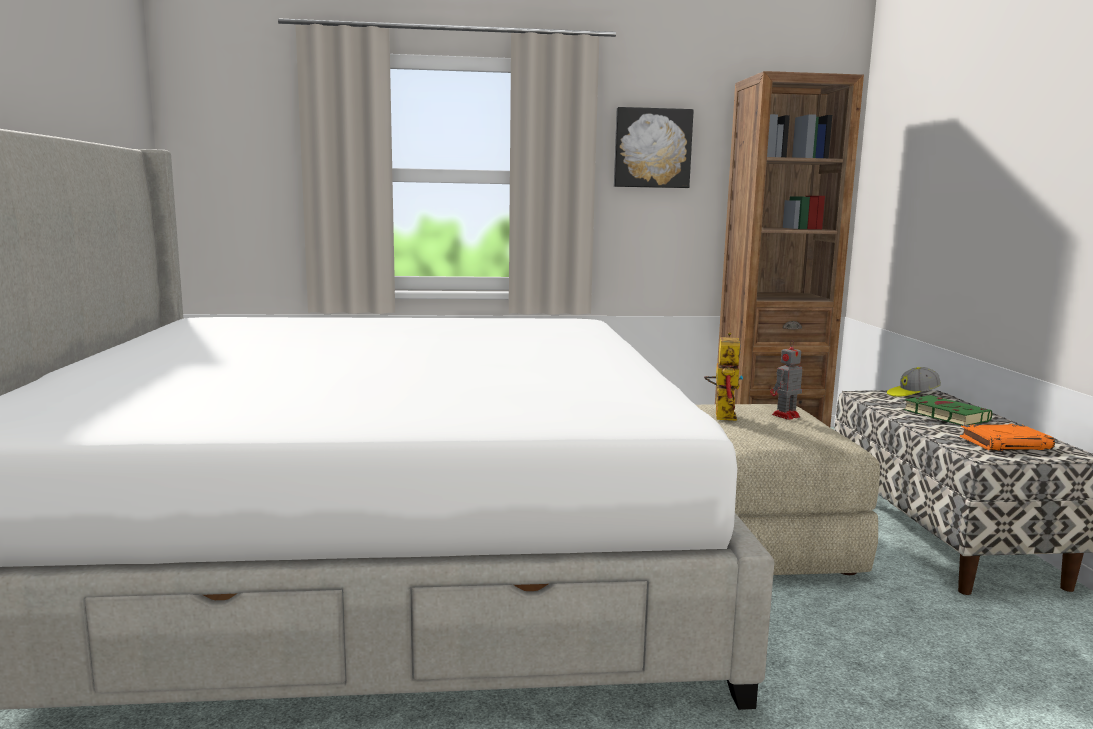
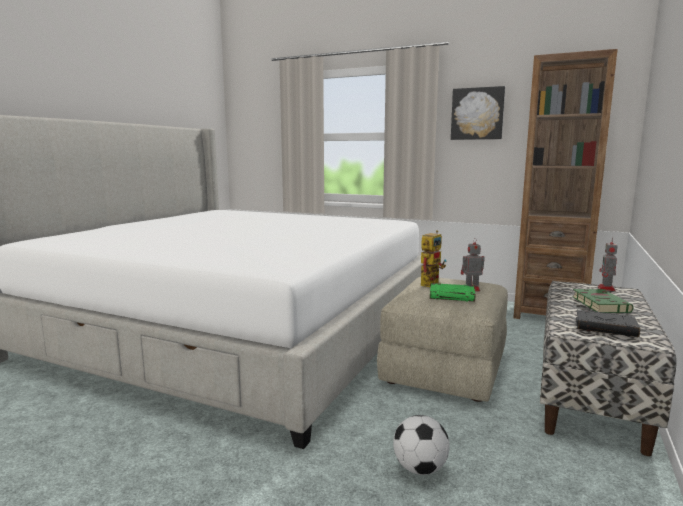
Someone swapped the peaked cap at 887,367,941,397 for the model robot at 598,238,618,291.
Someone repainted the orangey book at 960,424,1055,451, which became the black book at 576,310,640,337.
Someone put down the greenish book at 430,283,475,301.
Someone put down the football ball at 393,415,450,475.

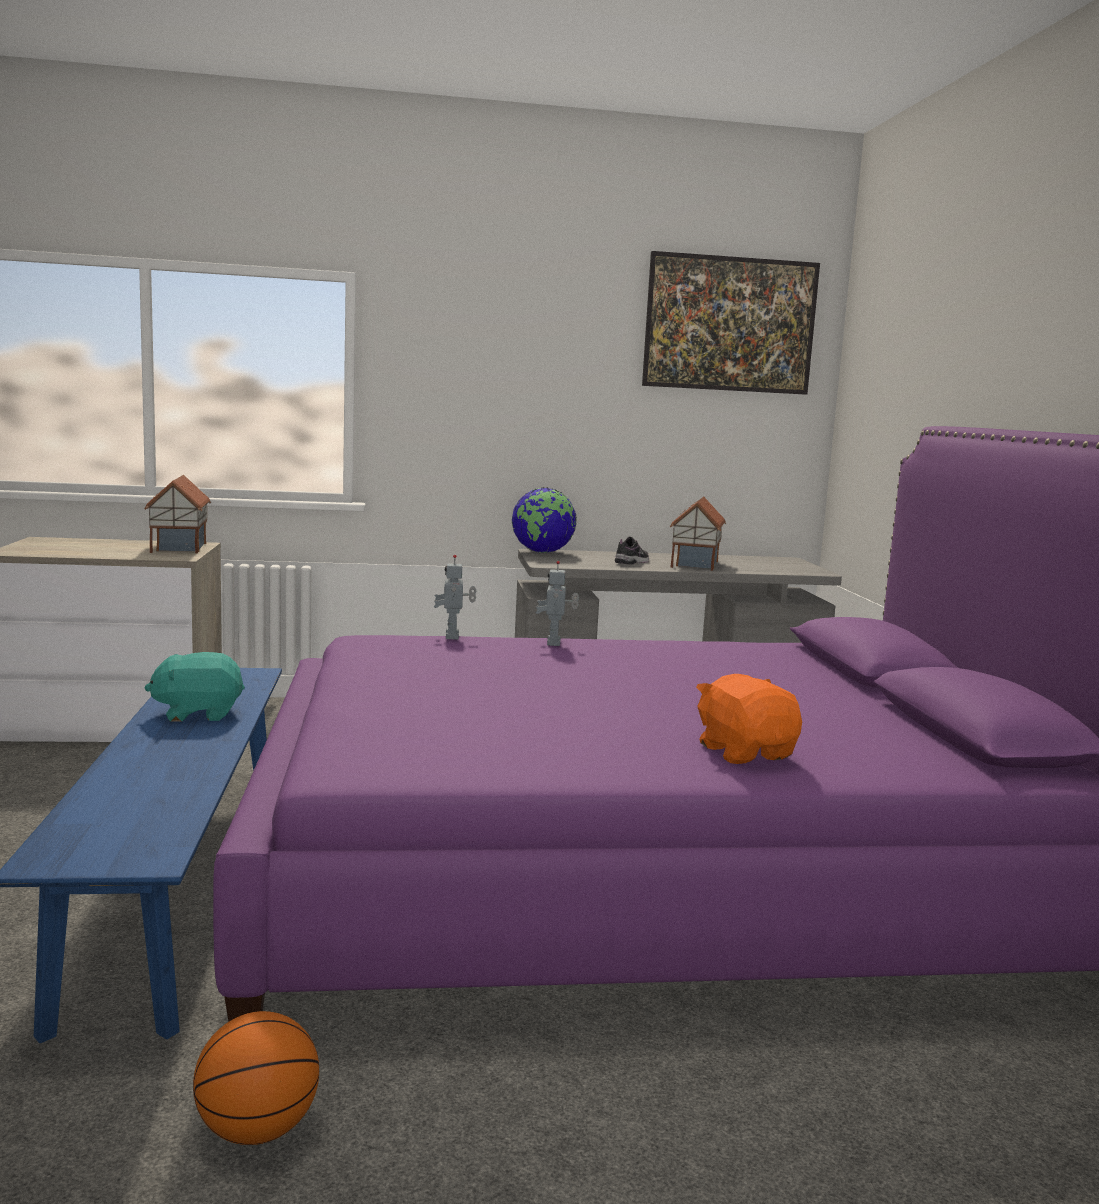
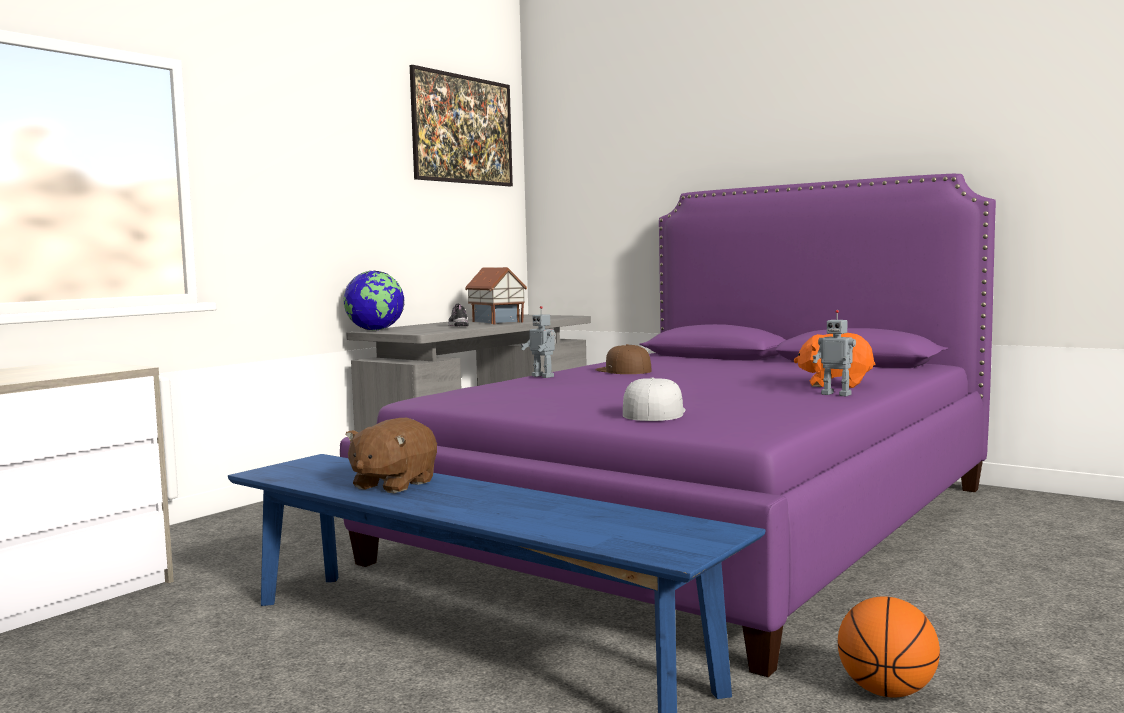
Someone took away the model house at 144,475,211,554.
Someone carried the model robot from 434,555,476,639 to 813,310,856,396.
Someone repainted the turquoise cuddly toy at 145,652,245,722, which became the brown-coloured cuddly toy at 345,418,437,493.
Someone put down the brown-coloured peaked cap at 595,344,651,374.
Someone put down the white-coloured peaked cap at 623,378,686,421.

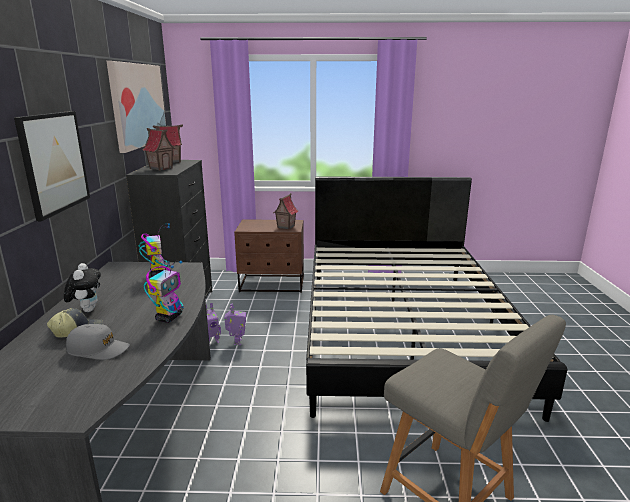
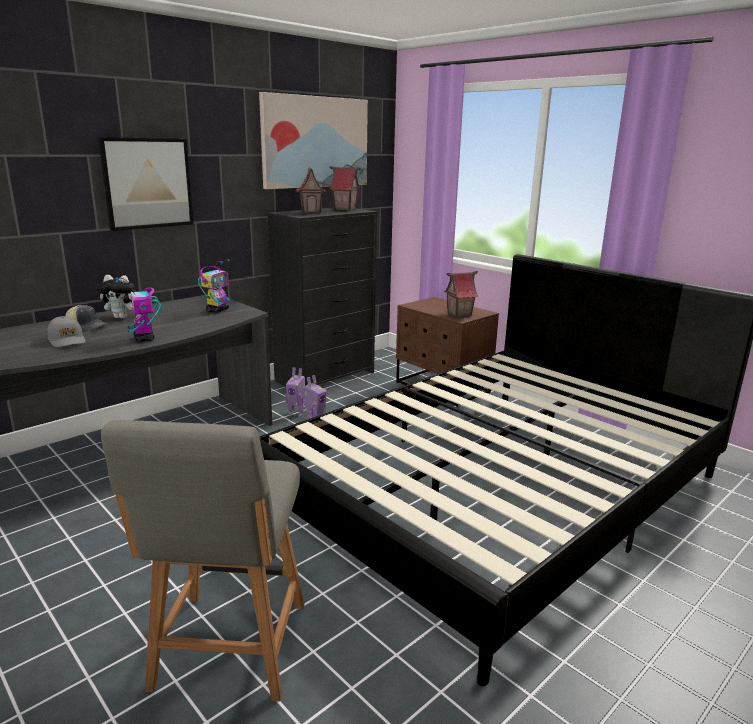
Someone rotated the model robot at 144,261,184,323 by 90 degrees clockwise.
Someone rotated the cuddly toy at 64,263,101,312 by 60 degrees clockwise.

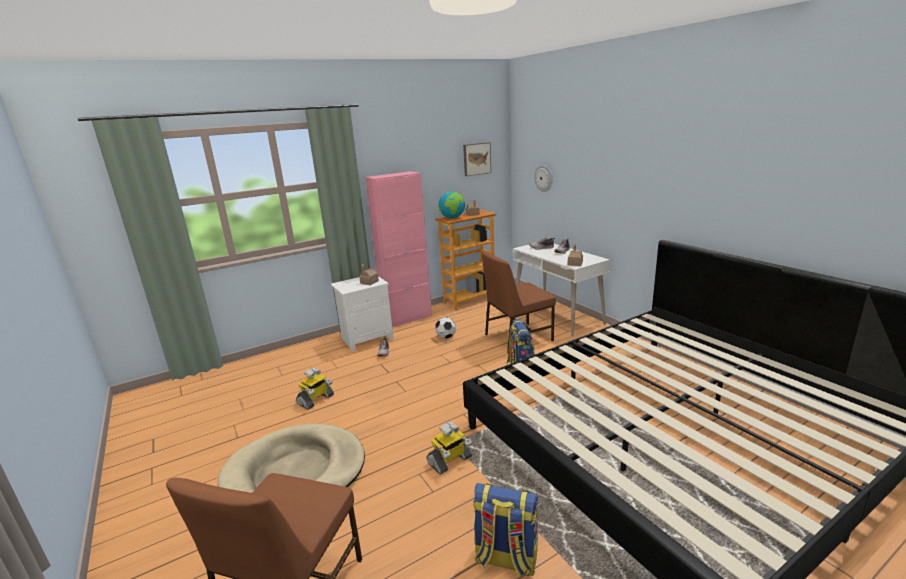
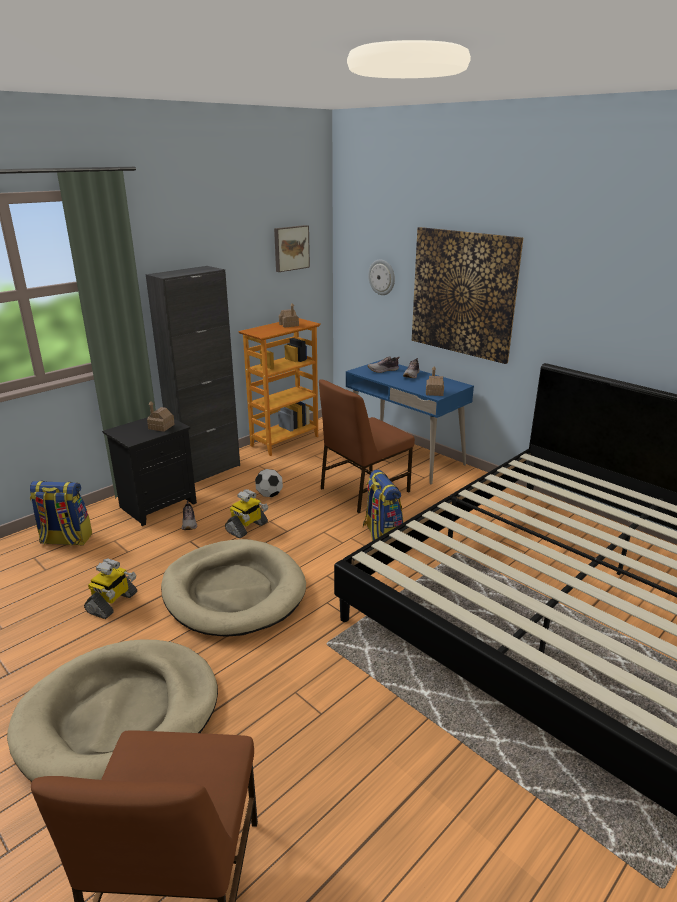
Someone repainted the pinkish cupboard at 366,171,432,327, which became the black cupboard at 146,266,240,483.
Someone took away the world globe at 438,191,465,218.
Someone repainted the white-coloured desk at 513,244,610,337, which became the bluish desk at 346,360,474,484.
Someone repainted the white-coloured bedside table at 331,276,394,352, which became the black bedside table at 102,417,197,526.
Someone carried the model robot from 427,421,472,475 to 225,489,268,538.
Someone carried the backpack from 473,483,538,577 to 30,481,92,546.
Someone put up the wall art at 412,227,523,364.
Someone put down the beige-coloured dog bed at 161,539,306,637.

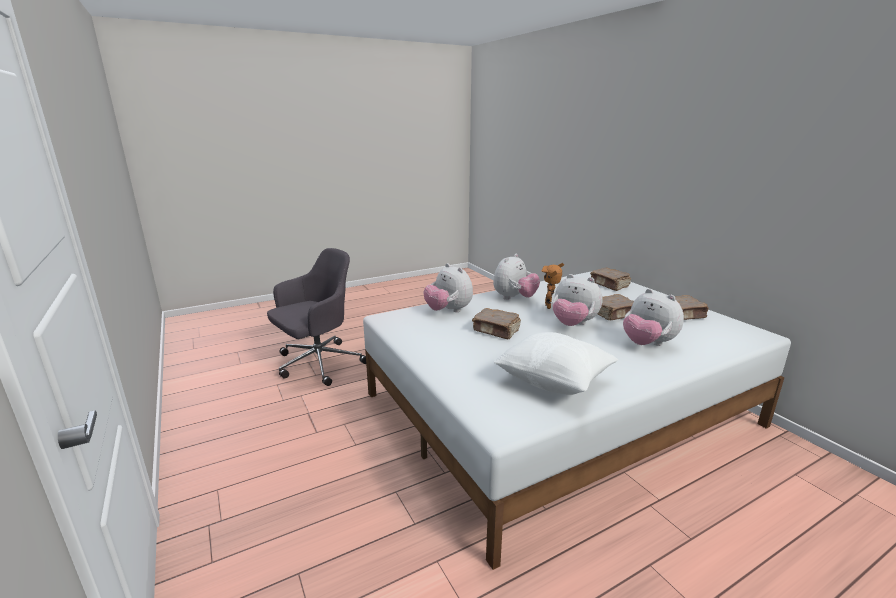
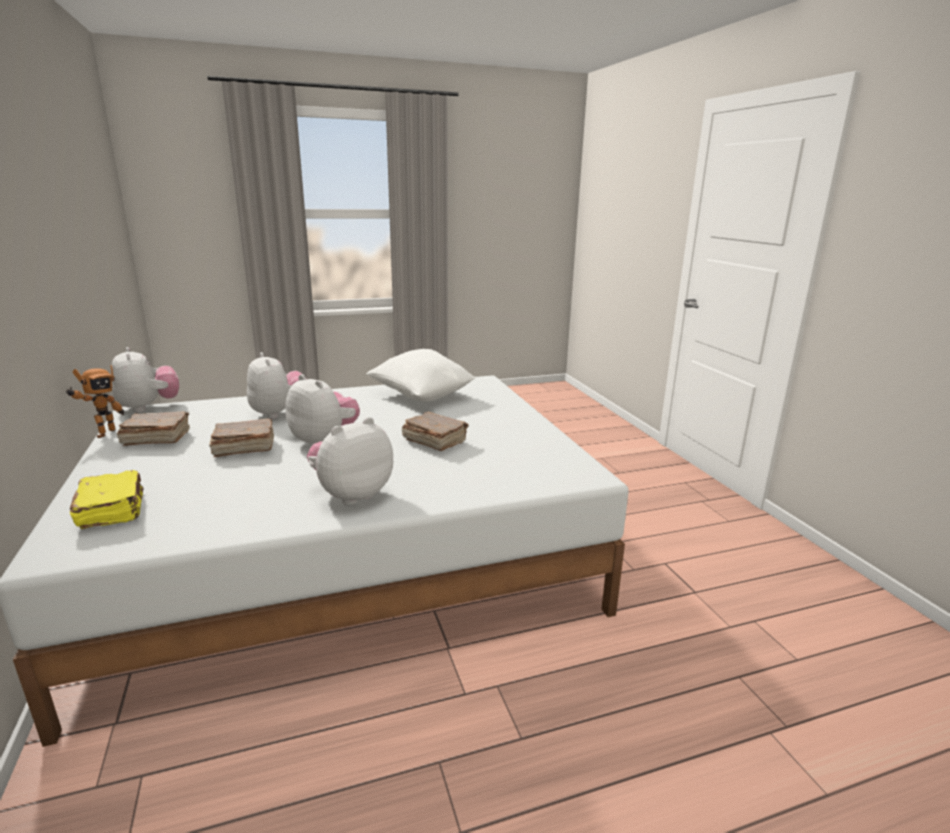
Someone took away the grey desk chair at 267,248,366,386.
Someone carried the cuddly toy from 424,263,473,312 to 111,347,179,413.
Someone carried the model robot from 541,263,564,309 to 66,365,124,438.
Someone repainted the brown-coloured book at 590,268,631,291, which became the yellow book at 70,470,144,529.

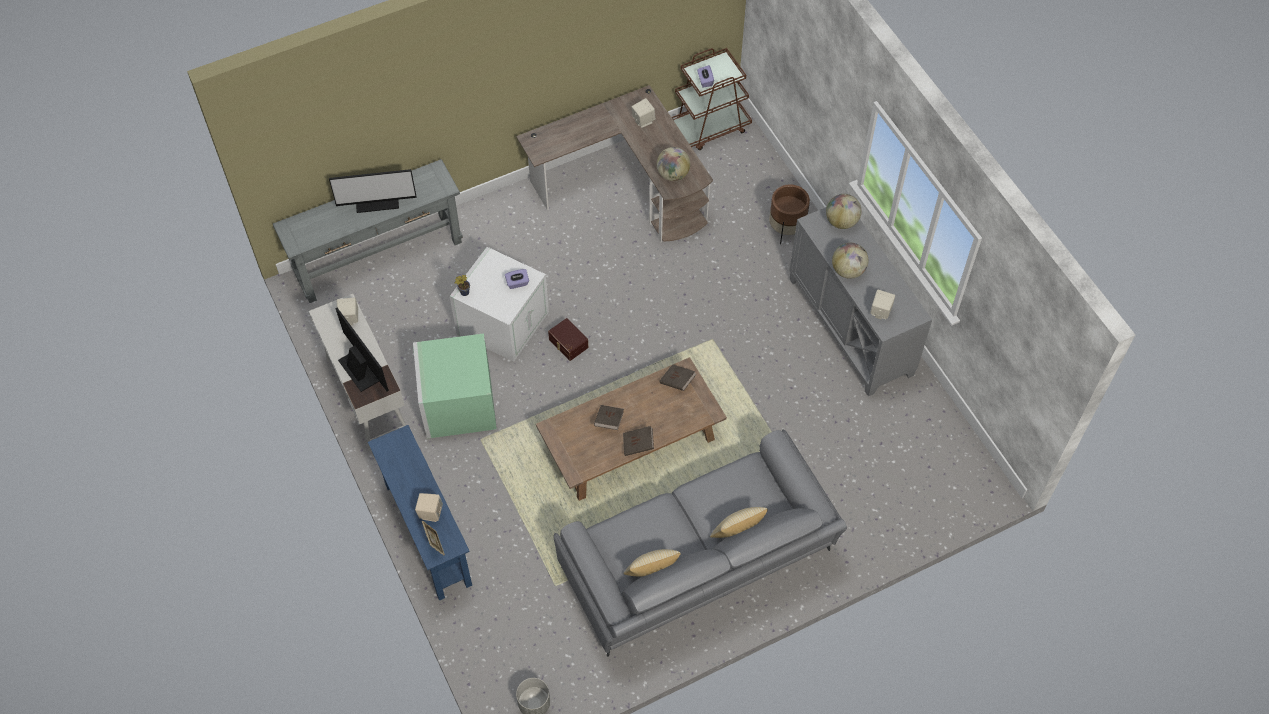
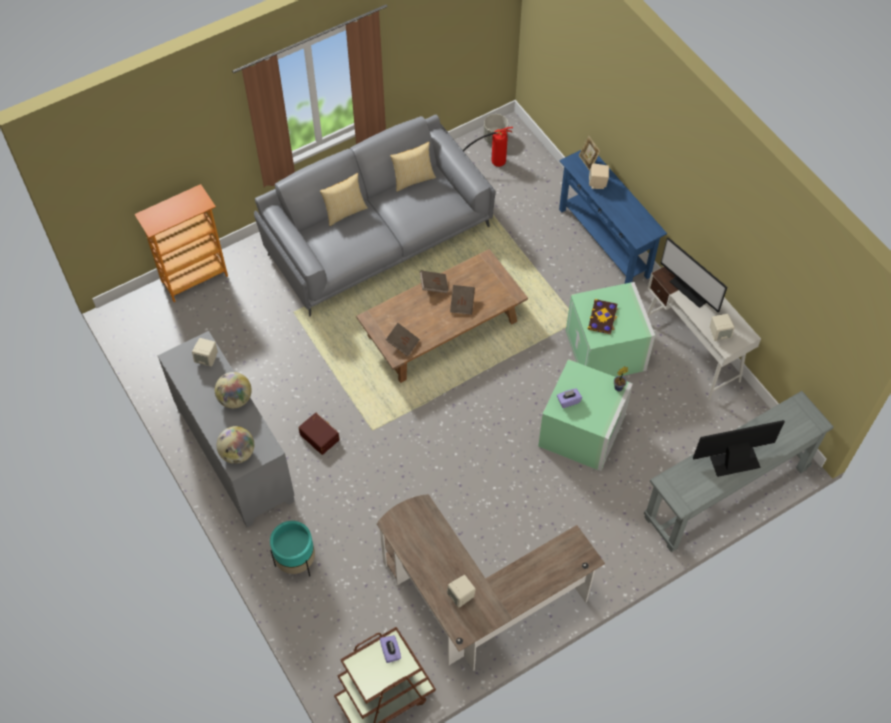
Someone took away the world globe at 657,147,690,181.
Someone repainted the brown-coloured planter at 769,184,810,245, which became the turquoise planter at 270,521,315,576.
Someone repainted the white-coloured storage box at 450,247,549,362, which became the greenish storage box at 538,359,633,471.
Someone carried the brown-coloured storage box from 548,318,588,361 to 298,413,340,455.
Someone put down the extinguisher at 463,127,513,167.
Someone put down the bookcase at 134,184,228,302.
Someone put down the book at 588,299,618,334.

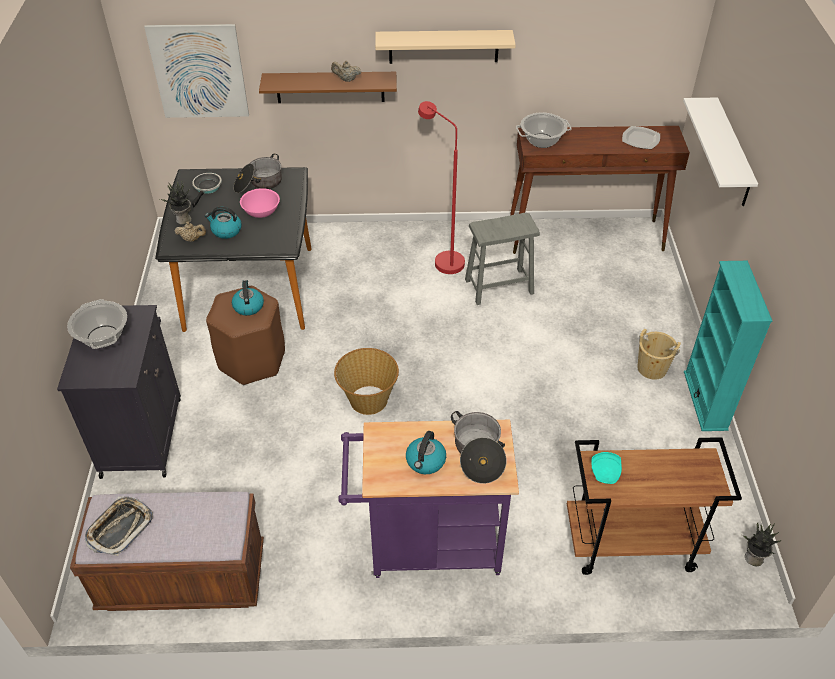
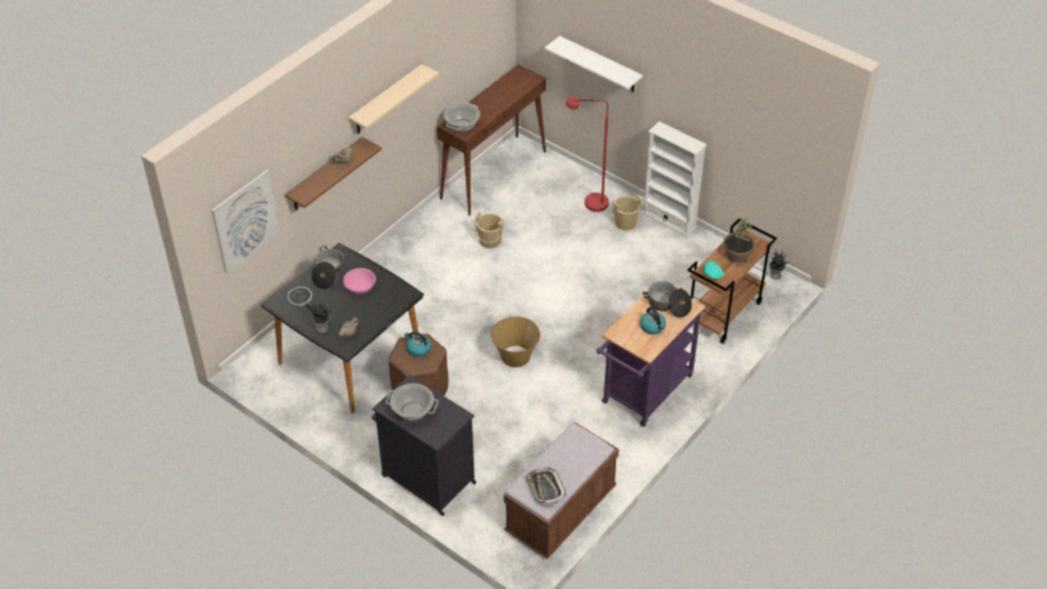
Someone carried the red-coloured floor lamp from 418,101,465,274 to 566,97,609,212.
Someone took away the plate at 622,126,660,149.
Someone took away the water kettle at 205,207,242,239.
Someone swapped the grey stool seat at 465,212,540,305 for the beige-coloured water bucket at 475,211,504,248.
Someone repainted the turquoise bookcase at 684,261,772,431, which became the white-coloured bookcase at 642,121,707,236.
Someone put down the potted plant at 723,218,755,263.

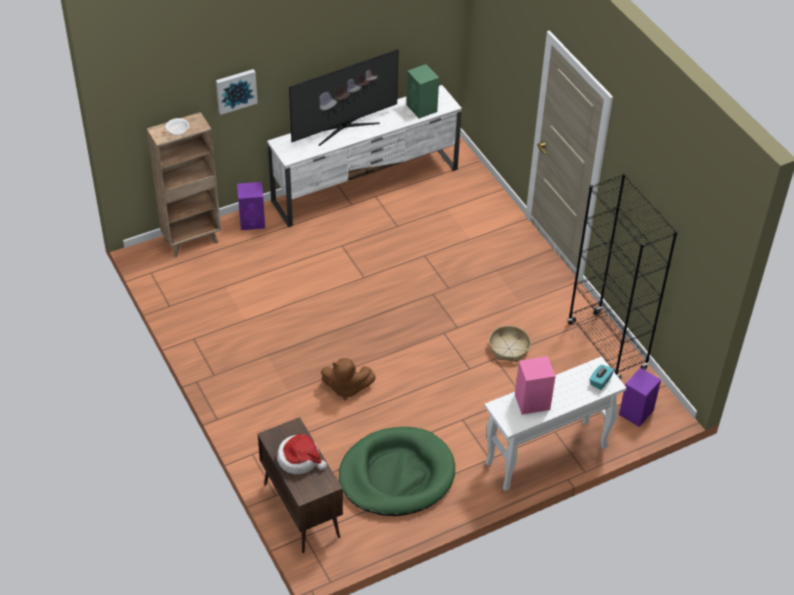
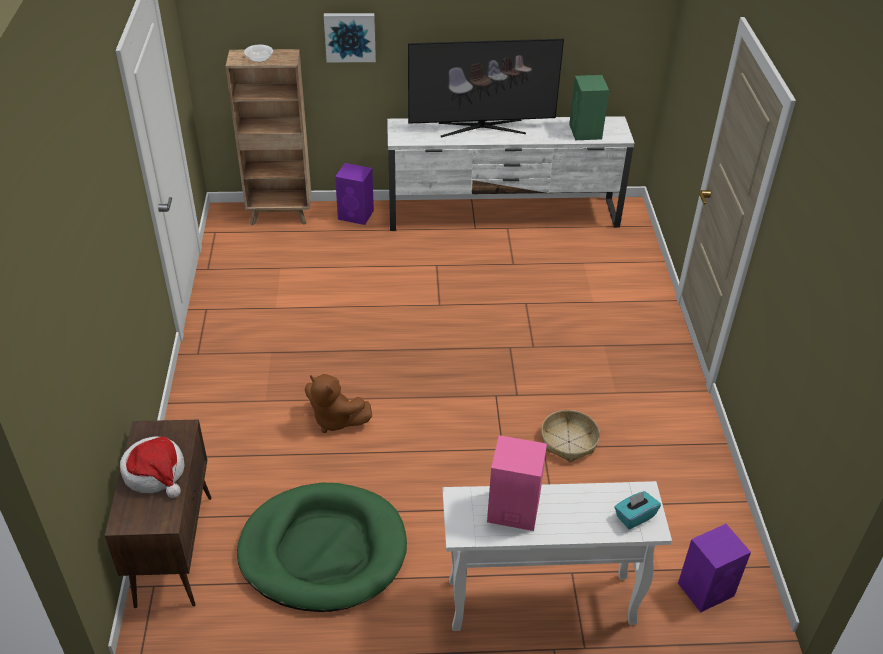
Someone took away the black bookcase at 568,173,678,379.

